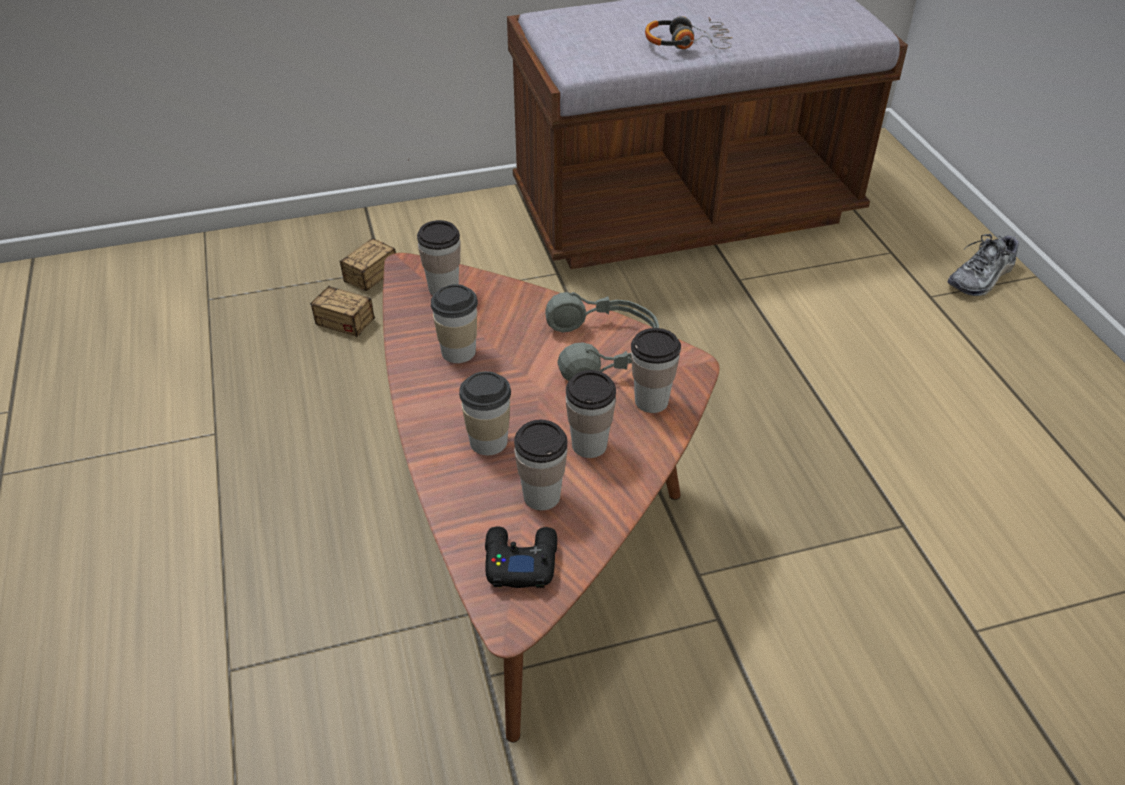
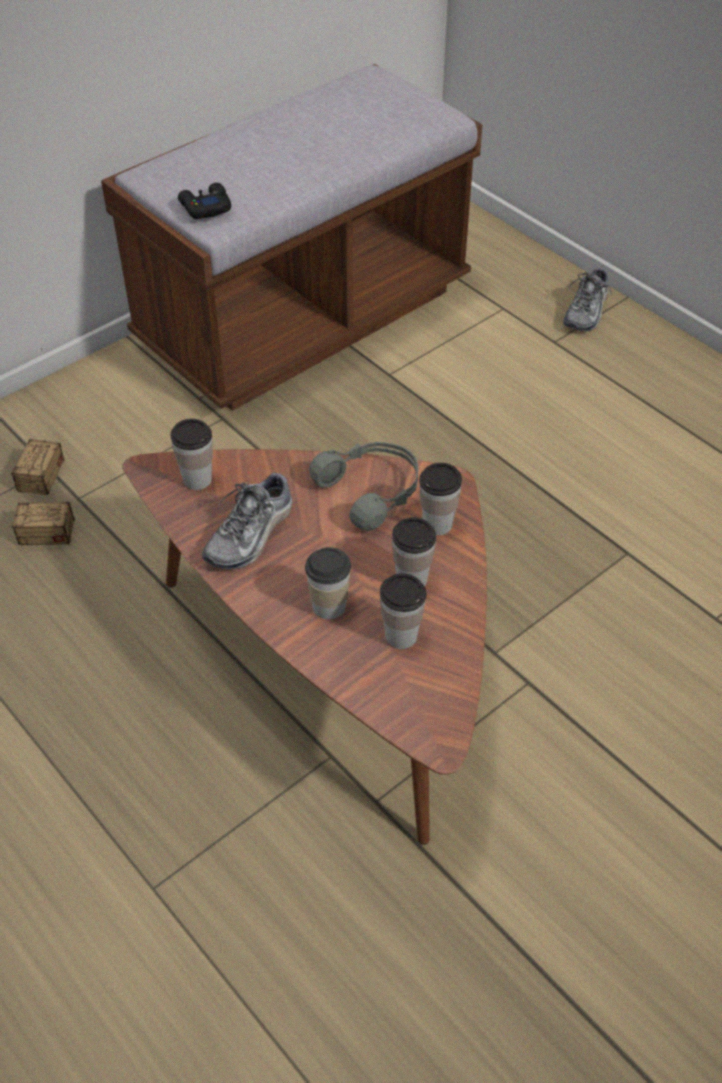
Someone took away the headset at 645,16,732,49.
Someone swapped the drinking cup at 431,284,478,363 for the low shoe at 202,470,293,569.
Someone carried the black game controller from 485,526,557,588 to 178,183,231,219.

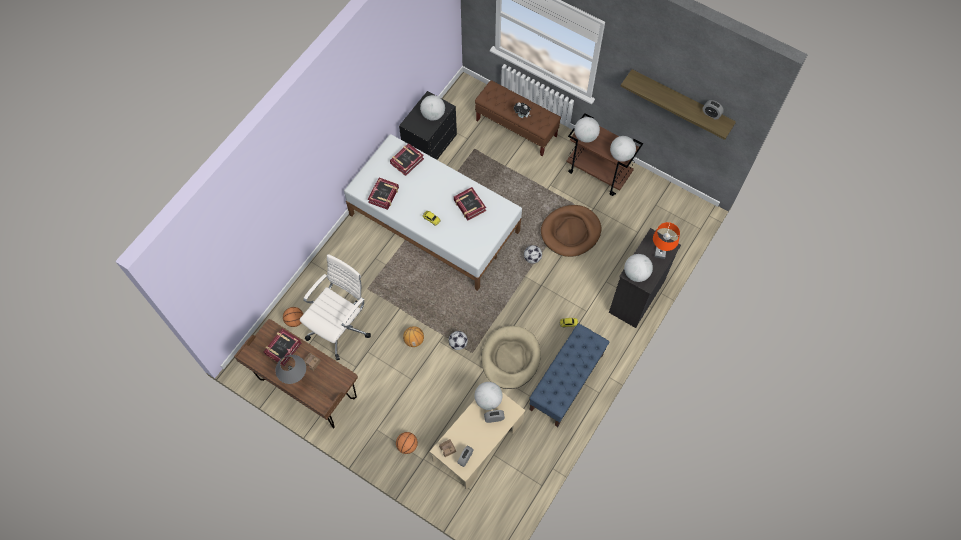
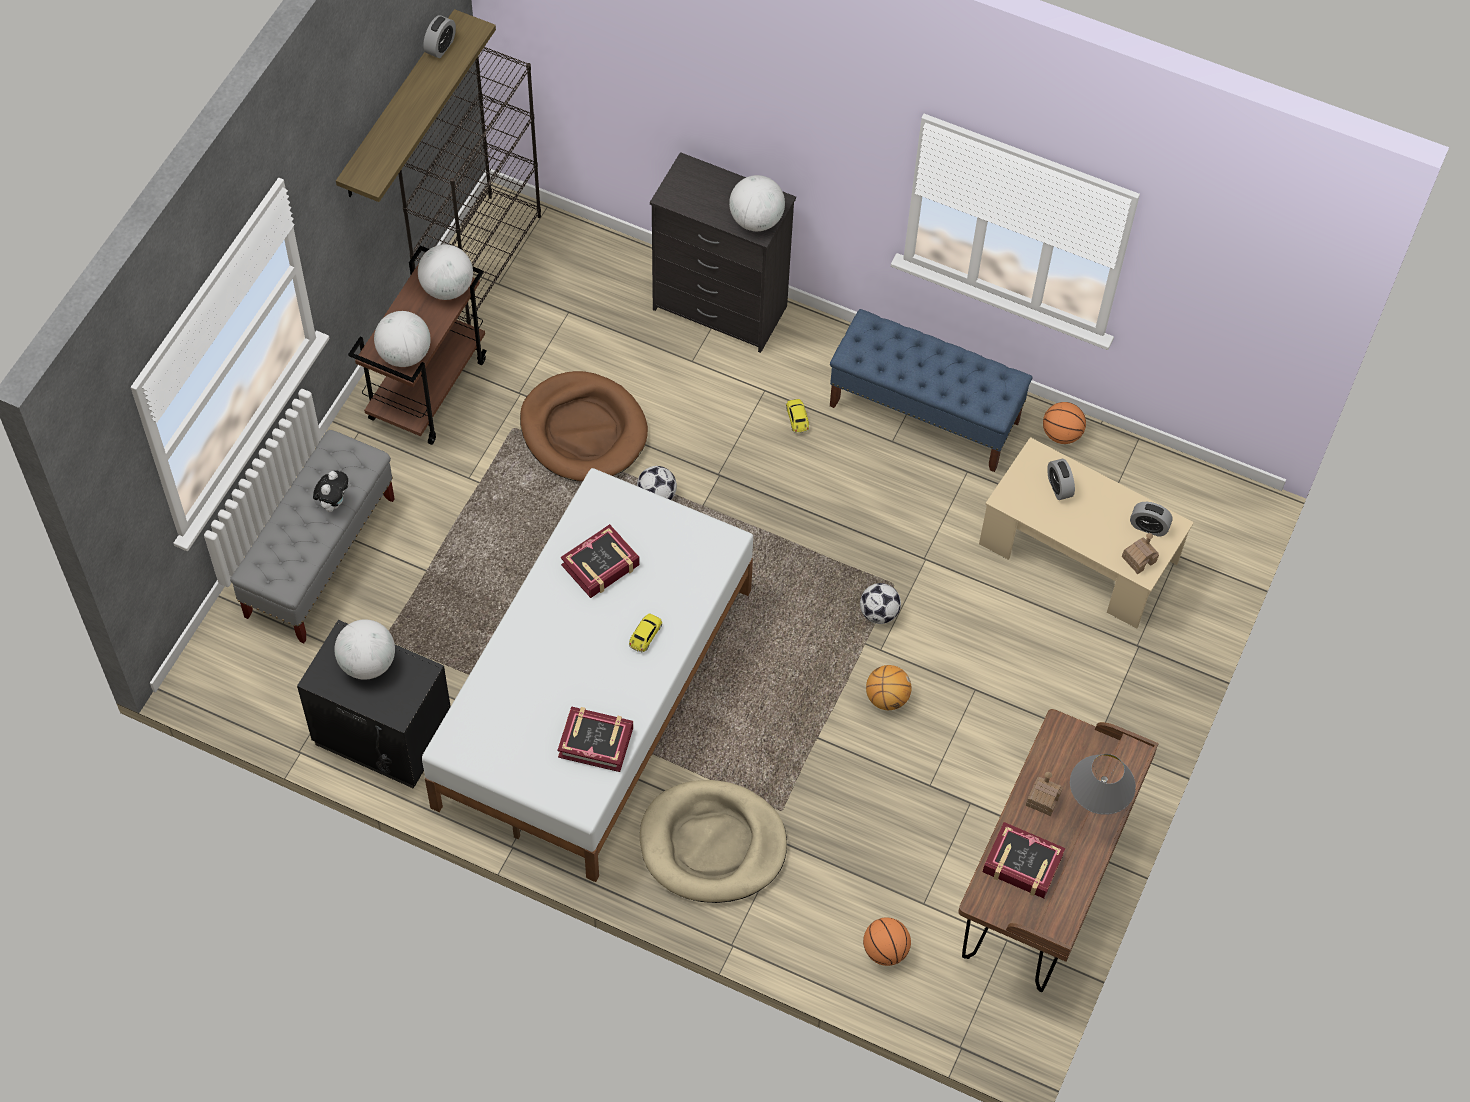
Someone repainted the brown-coloured bench at 475,80,561,156, which became the grey bench at 230,430,395,643.
Someone took away the book at 390,143,424,176.
Someone took away the orangey table lamp at 653,222,680,259.
Someone took away the white-coloured desk chair at 300,254,371,360.
Someone carried the beige-coloured dog bed from 481,326,541,389 to 640,780,787,903.
Someone took away the world globe at 474,382,503,410.
Someone carried the basketball ball from 396,432,418,454 to 1043,402,1086,444.
Someone put down the black bookcase at 398,47,541,325.

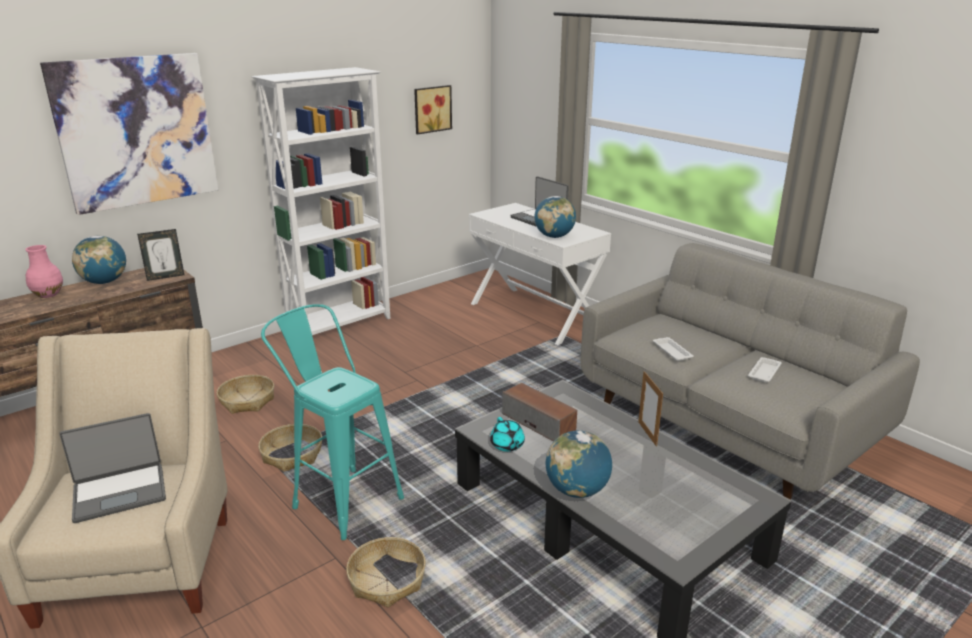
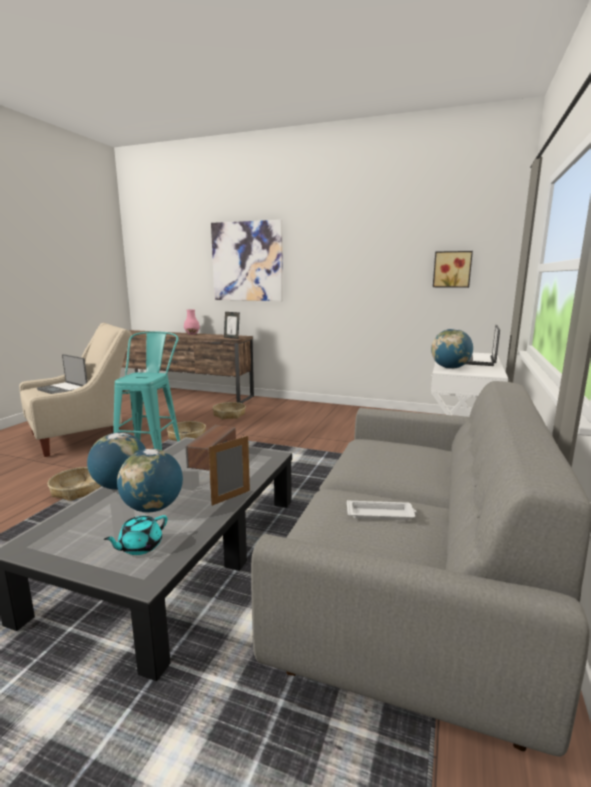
Someone took away the white-coloured bookcase at 251,67,390,335.
Someone carried the world globe from 72,236,126,284 to 117,449,183,512.
Someone took away the white-coloured tray at 653,337,694,361.
Someone carried the turquoise tea pot from 490,417,525,452 to 104,515,167,555.

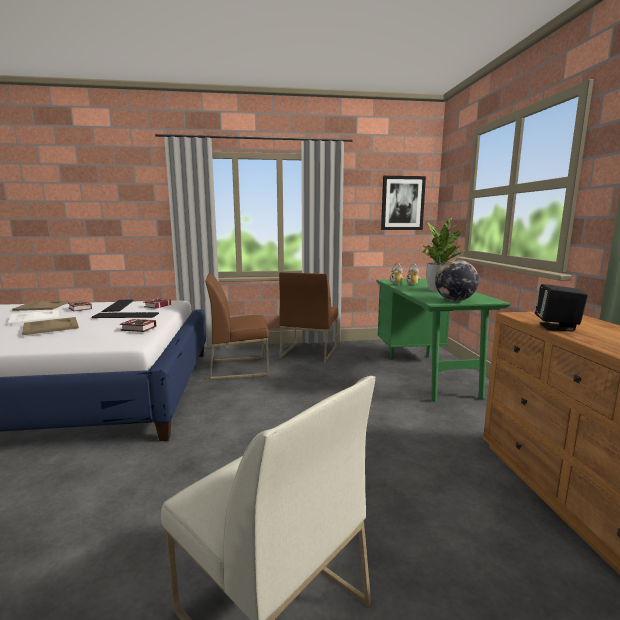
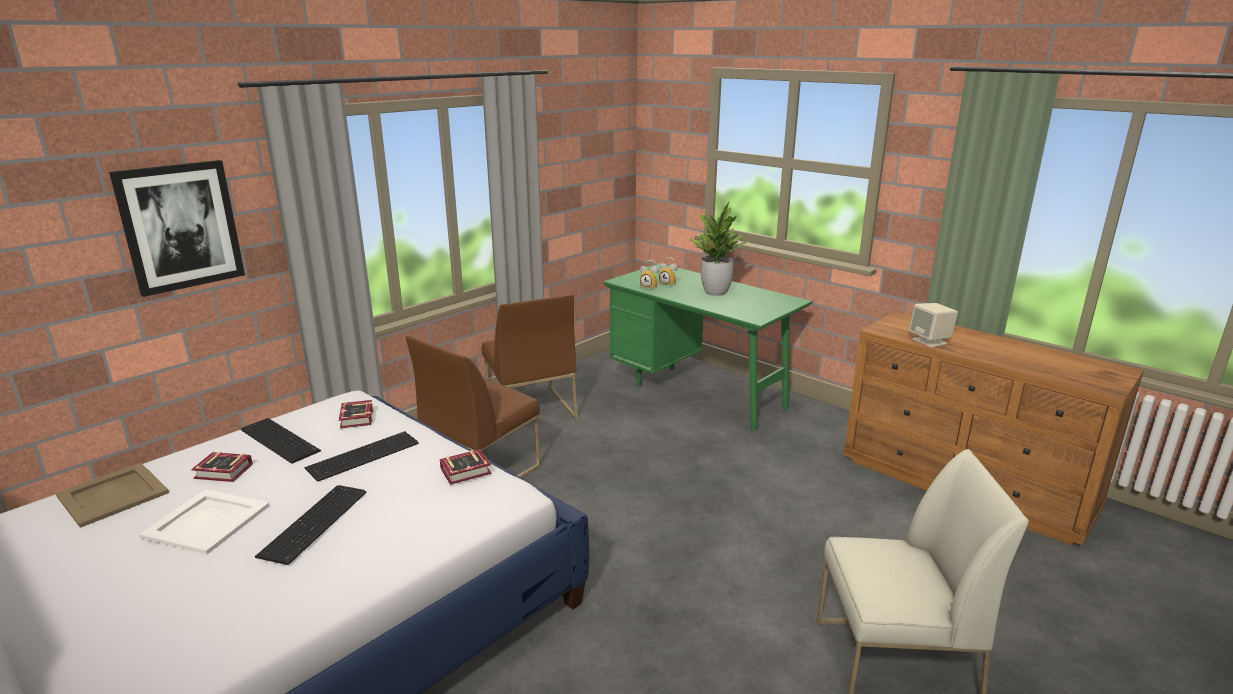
Someone carried the wall art from 381,176,426,230 to 109,160,245,297.
Someone took away the world globe at 435,260,479,301.
Someone repainted the black speaker at 534,284,588,332, which became the beige-coloured speaker at 909,303,958,348.
Someone swapped the beige-coloured tray at 22,317,79,335 for the keyboard at 255,485,366,565.

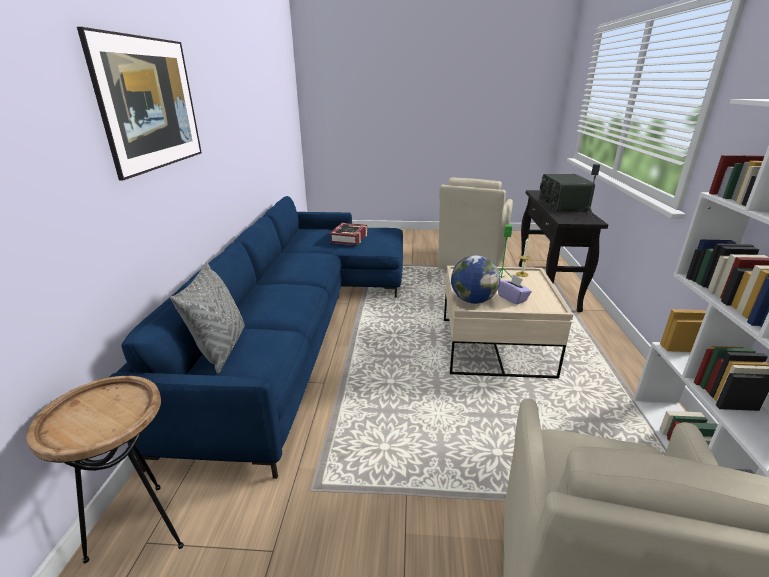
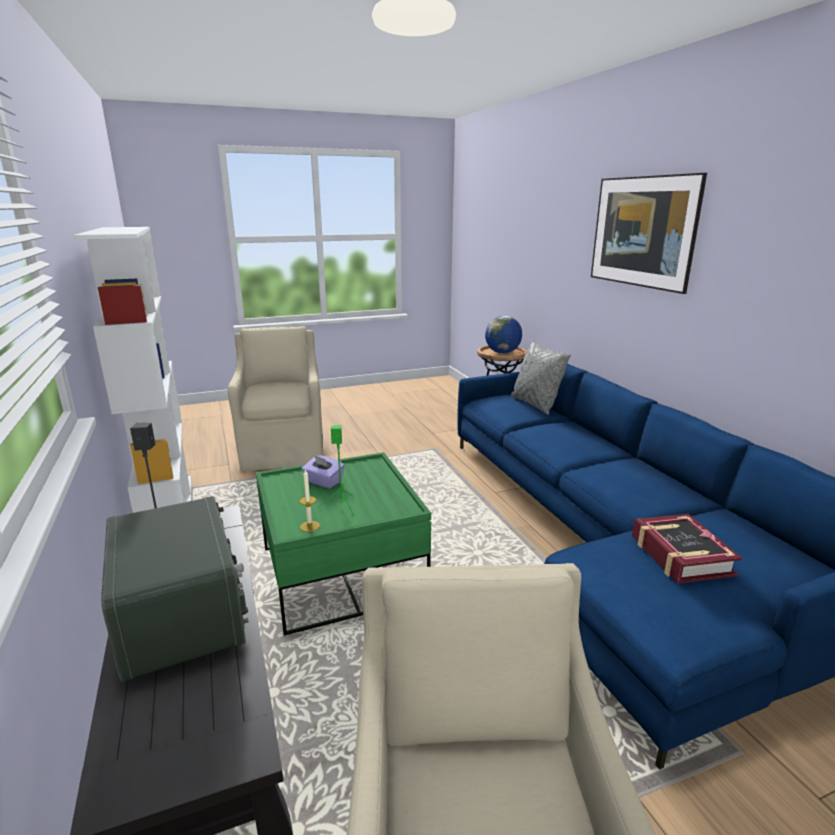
Someone carried the world globe from 451,255,500,304 to 485,316,522,354.
Someone repainted the beige-coloured lounge table at 444,266,573,379, which became the greenish lounge table at 256,452,431,636.

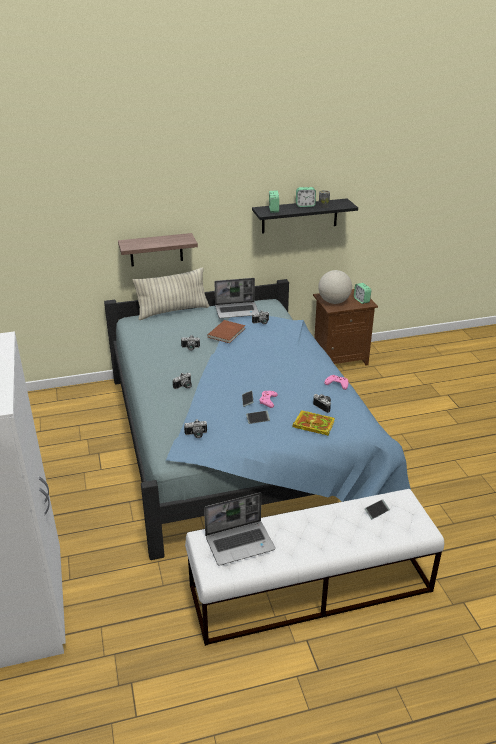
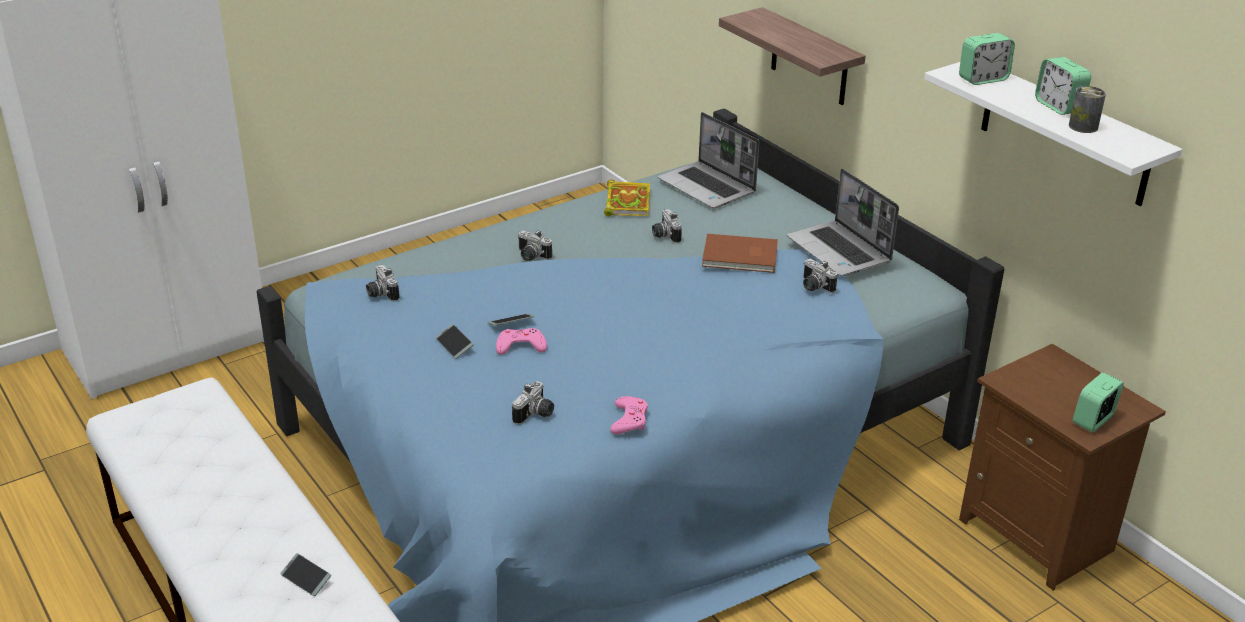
Someone repainted the black shelf at 252,198,358,234, which became the white-coloured shelf at 924,62,1183,206.
Someone took away the pillow at 132,267,209,320.
Someone took away the world globe at 318,270,352,304.
Someone carried the book from 292,410,335,436 to 604,179,650,217.
Someone carried the portable computer from 204,492,275,566 to 658,112,759,208.

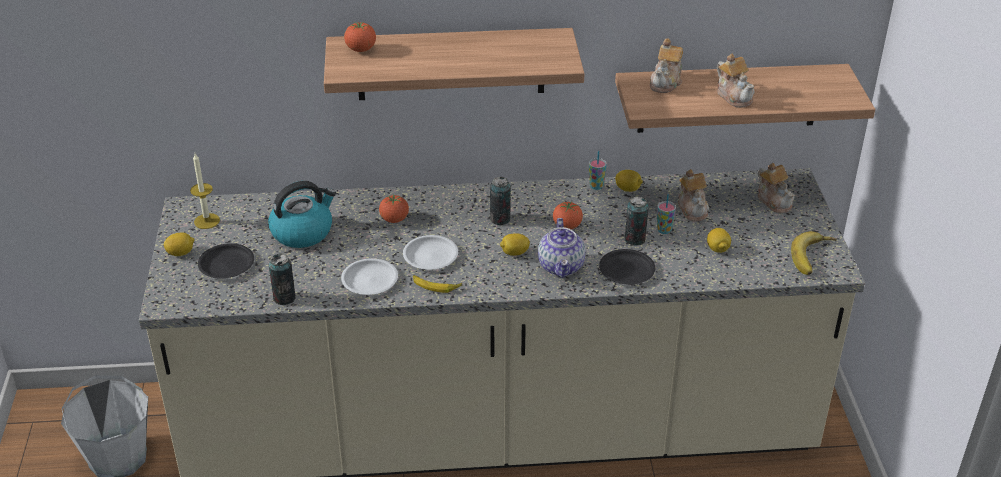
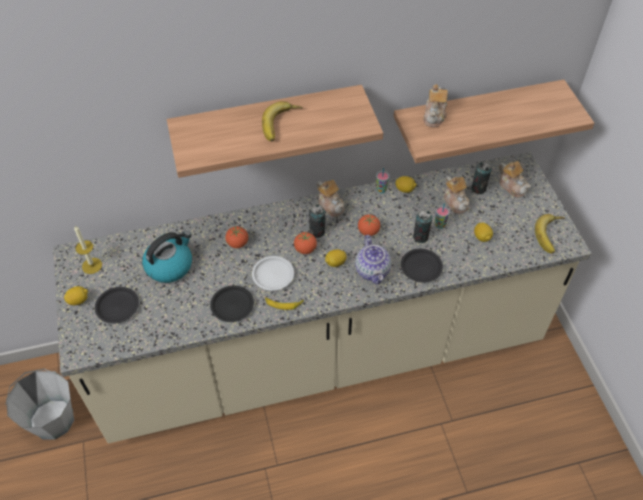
Someone carried the whole tomato from 344,22,376,52 to 294,232,317,254.
Someone carried the tea pot from 717,53,755,108 to 317,180,345,217.
Someone carried the can from 269,254,296,305 to 471,161,491,194.
Someone repainted the white-coloured plate at 341,258,398,295, which became the black plate at 210,286,254,322.
Someone put down the whole banana at 262,101,303,142.

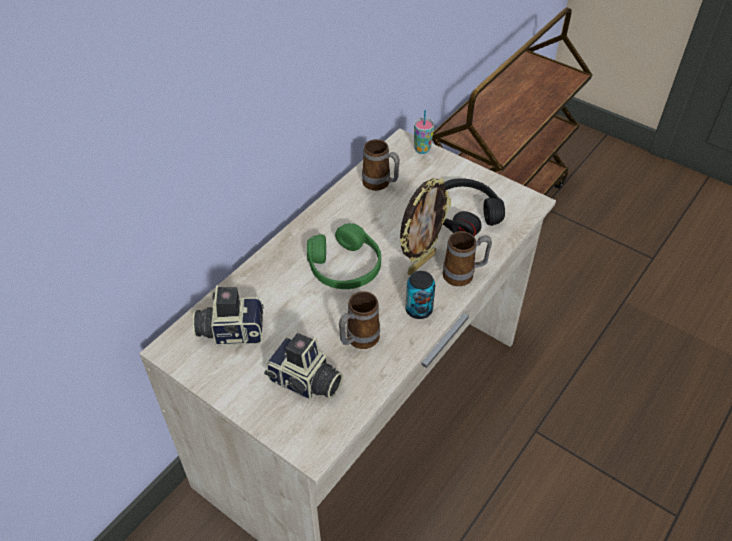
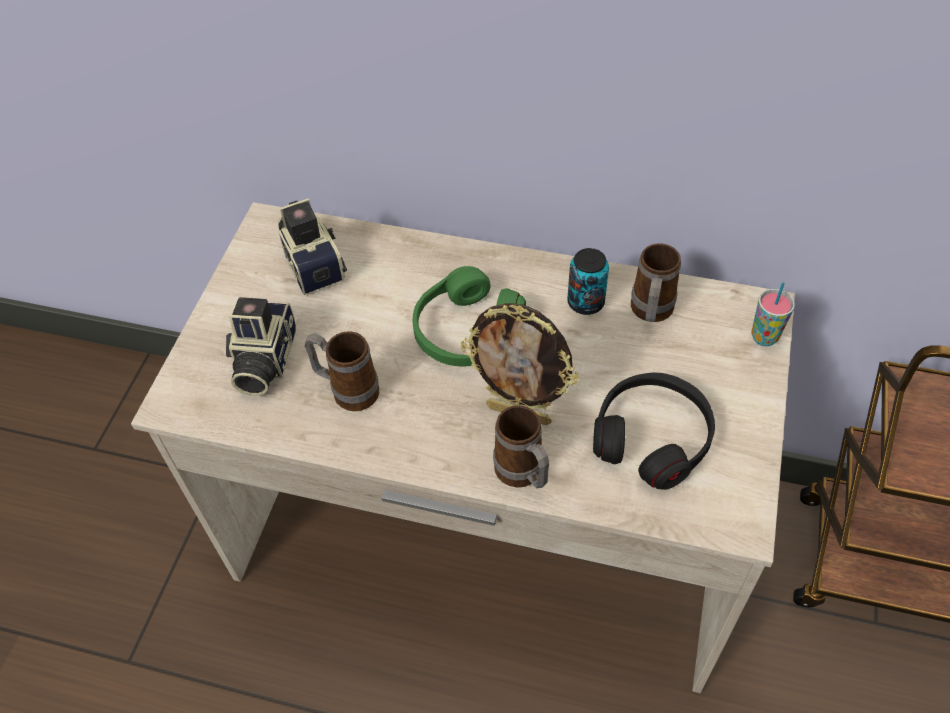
Someone carried the can from 405,271,435,319 to 567,248,609,315.

